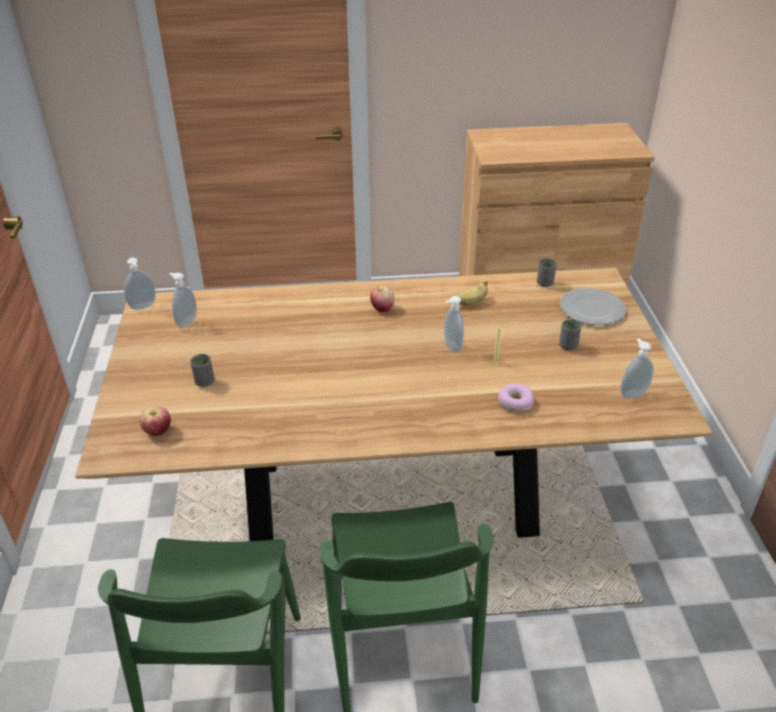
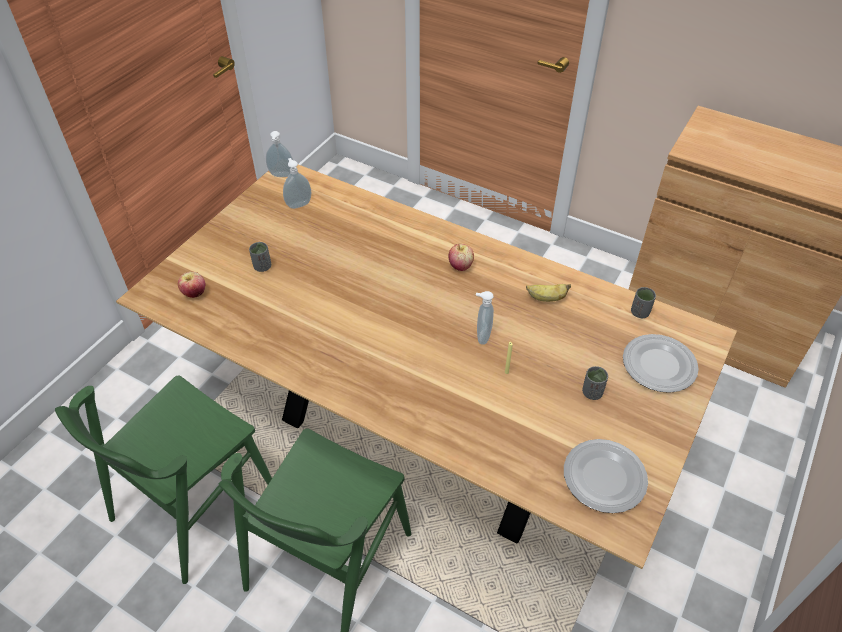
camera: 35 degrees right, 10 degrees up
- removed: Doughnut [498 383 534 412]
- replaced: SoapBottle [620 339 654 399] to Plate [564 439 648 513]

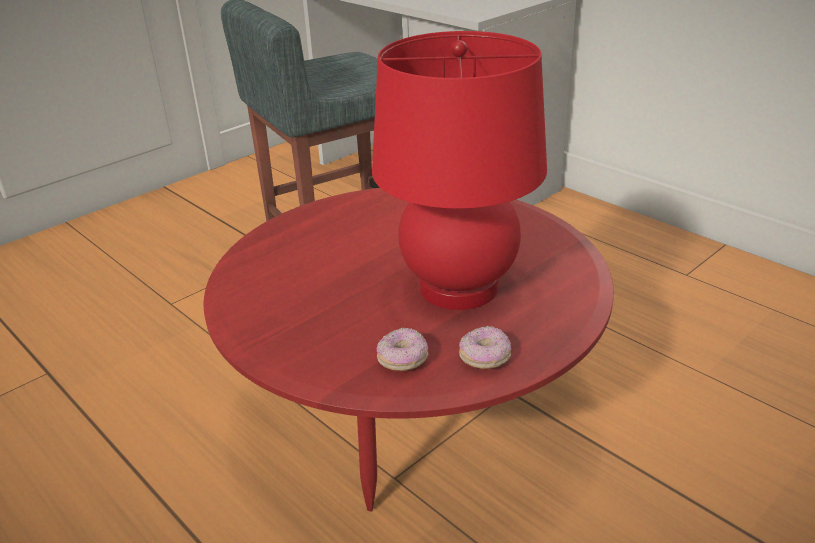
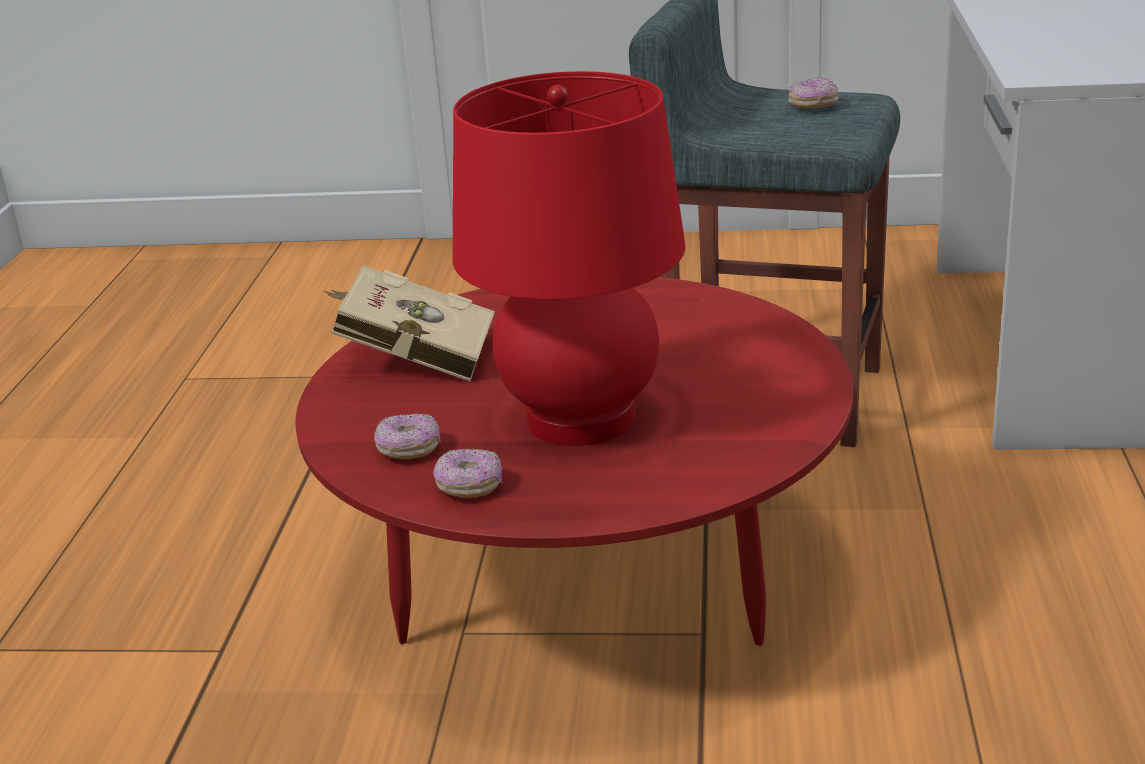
camera: 50 degrees right, 5 degrees down
- added: BeigeVolume [324 265 495 381]
- added: Doughnut [789 77 838 109]

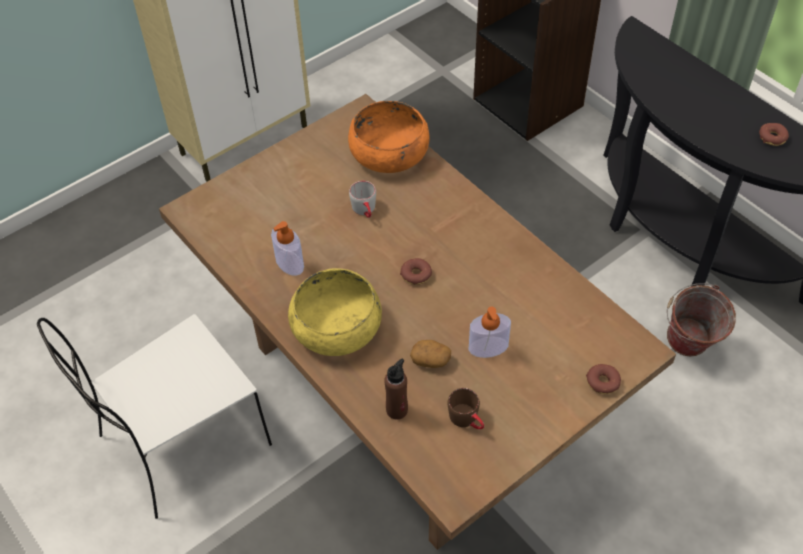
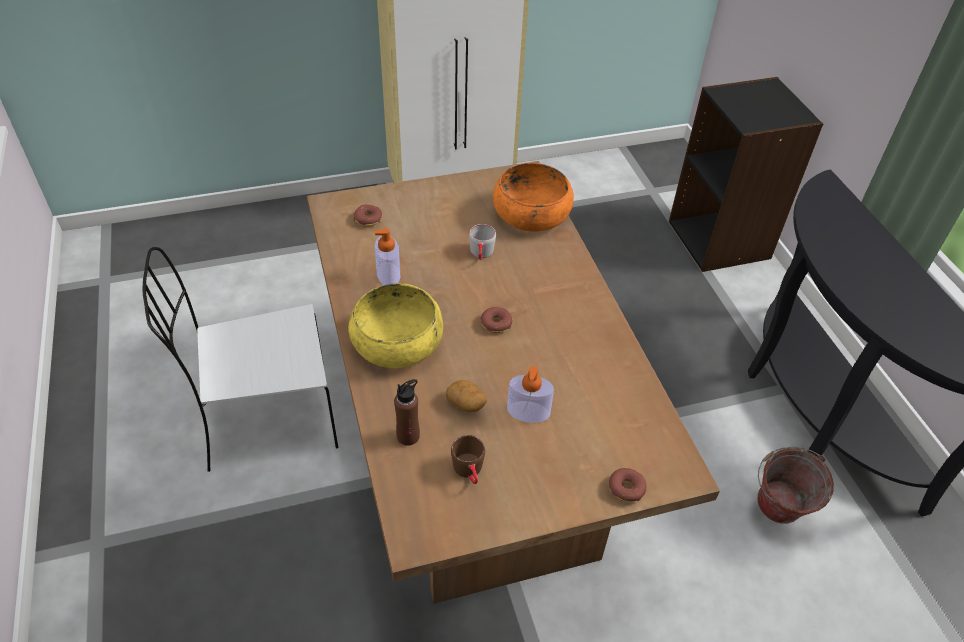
camera: 20 degrees right, 5 degrees down
- moved: Doughnut [759 123 789 146] to [354 204 382 227]

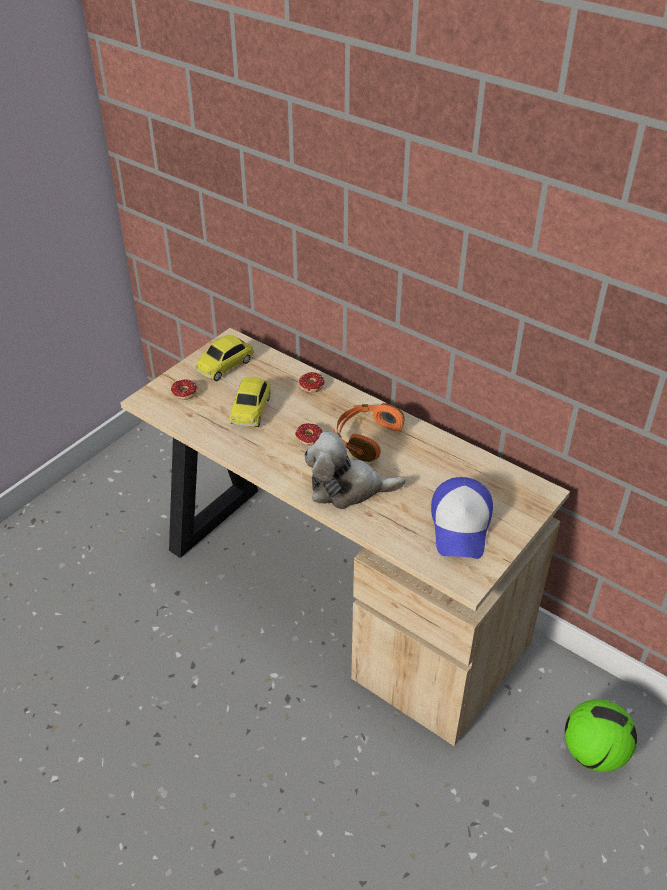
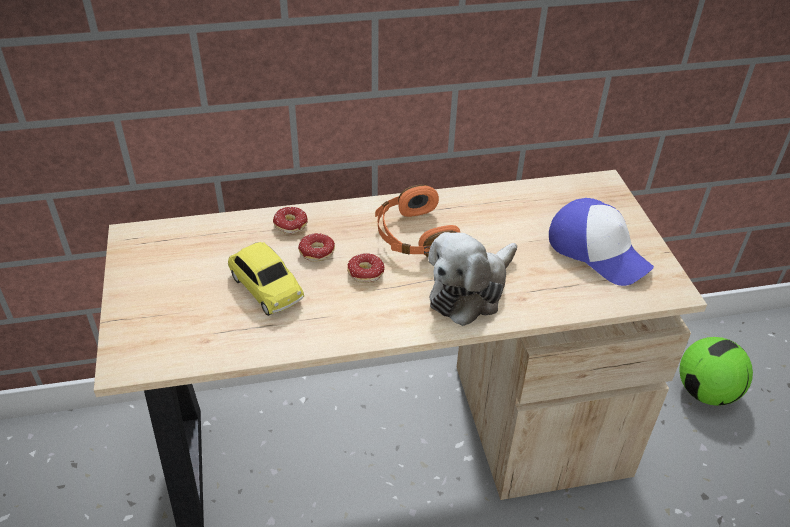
camera: 50 degrees left, 0 degrees up
- moved: Doughnut [171 379 197 400] to [298 233 335 262]
- removed: MiniatureCar [195 335 254 381]

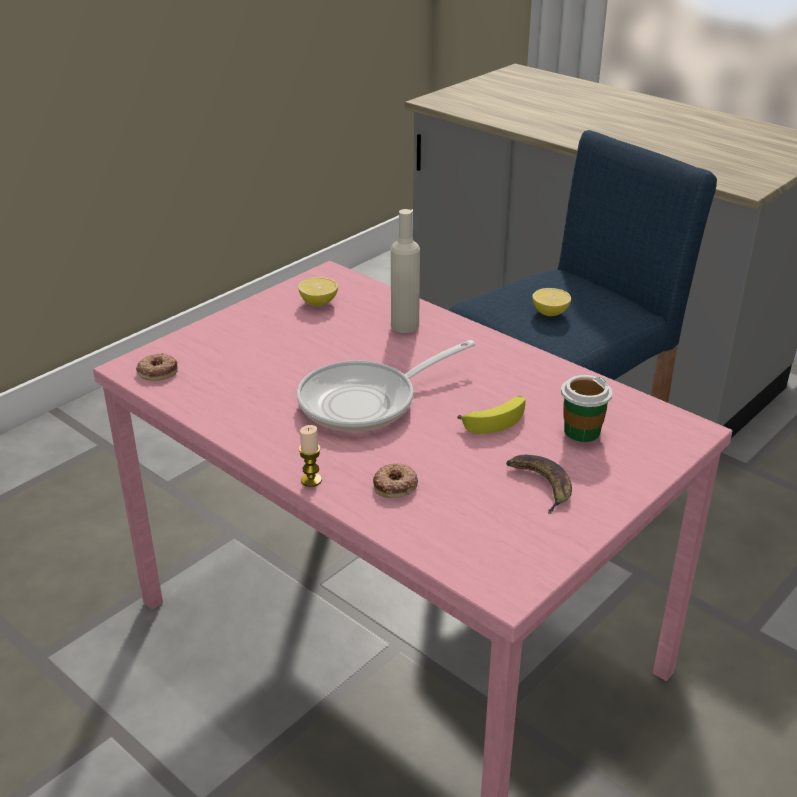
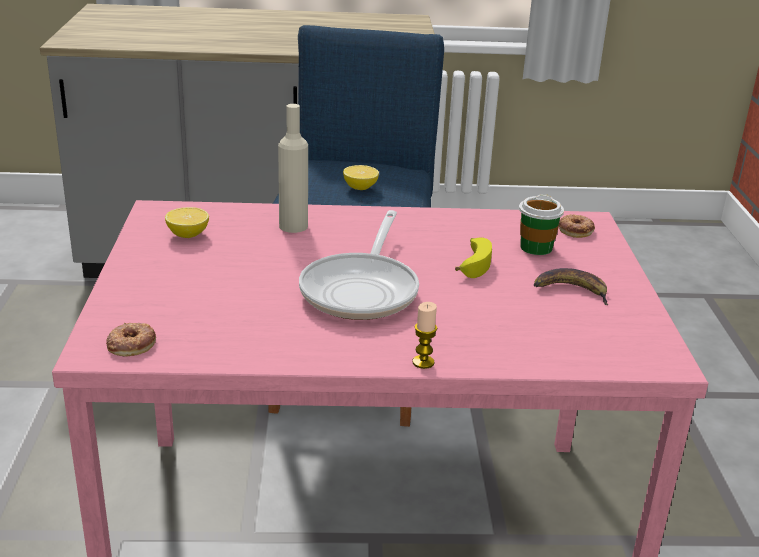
camera: 45 degrees left, 5 degrees down
- moved: Doughnut [373 463 418 498] to [559 214 595 238]

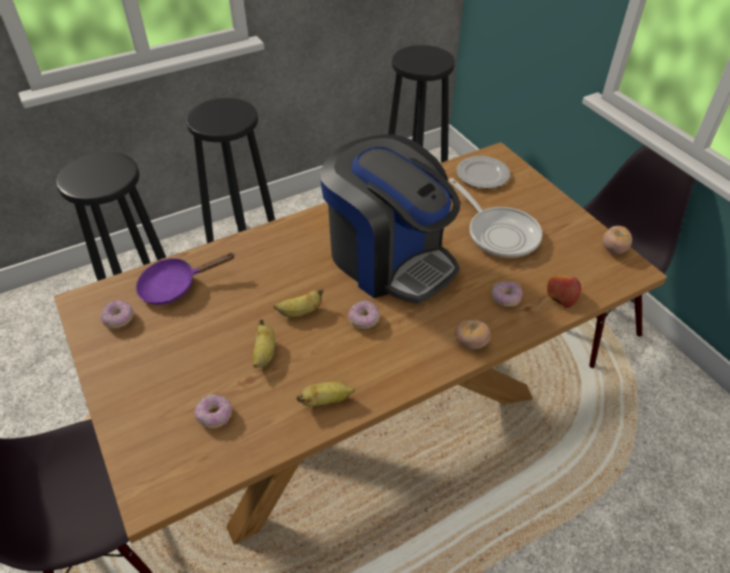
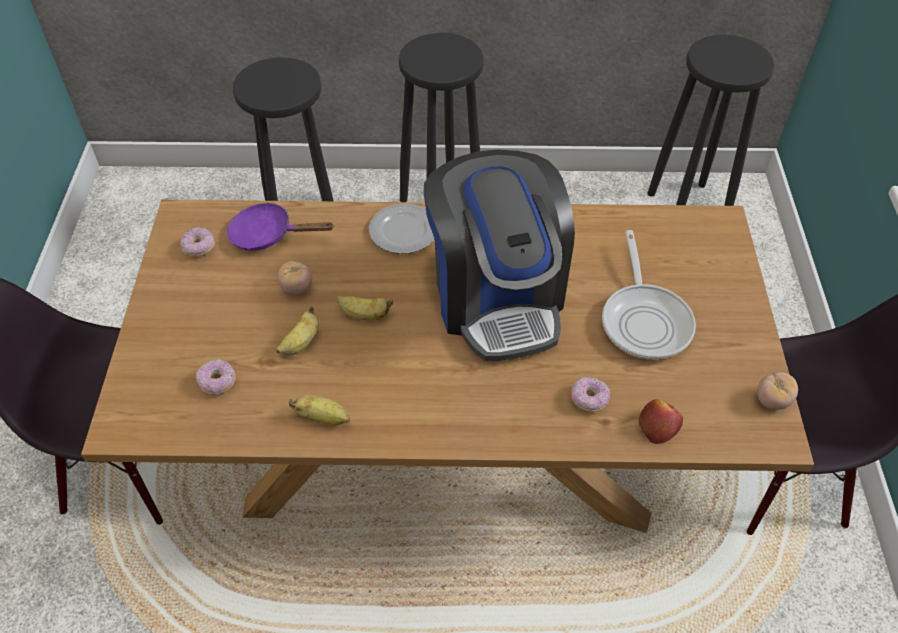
camera: 30 degrees right, 5 degrees up
- removed: Doughnut [348 300 380 329]
- moved: WholeTomato [455 320 491 349] to [278 261 312 294]
- moved: Plate [456 156 510 189] to [369 203 434 254]

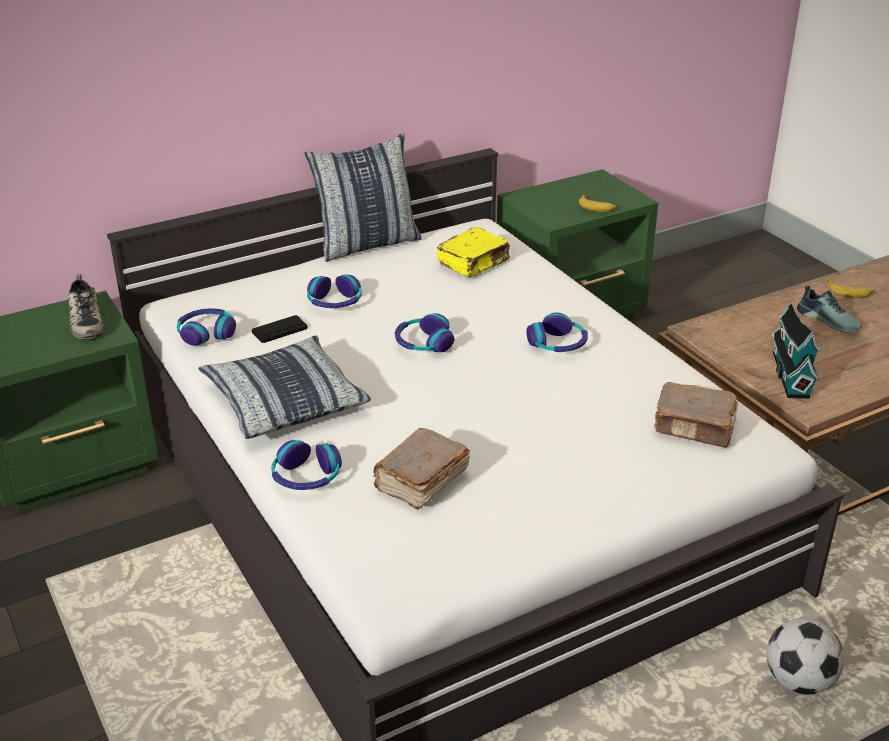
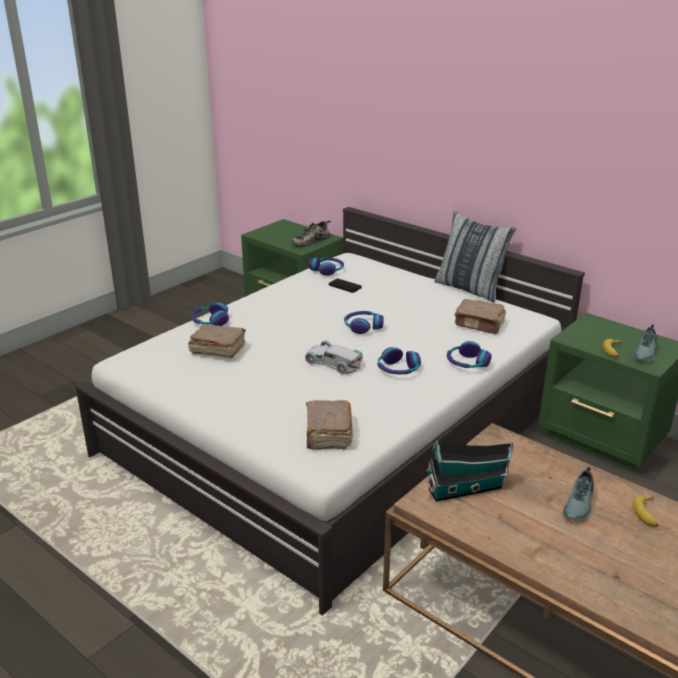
camera: 70 degrees right, 5 degrees down
- removed: Pillow [198 335 371 439]
- moved: Headset [307 274 362 308] to [447 341 491 368]
- recoloured: YellowVolume [437 227 510 277] to BrownVolume [455 299 506 334]
- removed: BallForFootball [767 618 844 695]
- added: WhitishMiniatureCar [305 341 363 374]
- added: ItemOfFootwear [633 324 657 361]

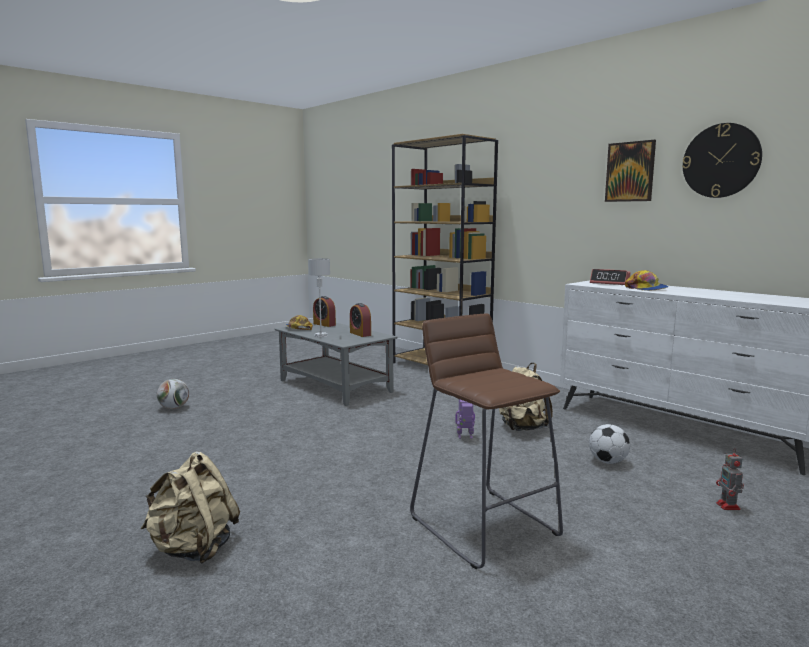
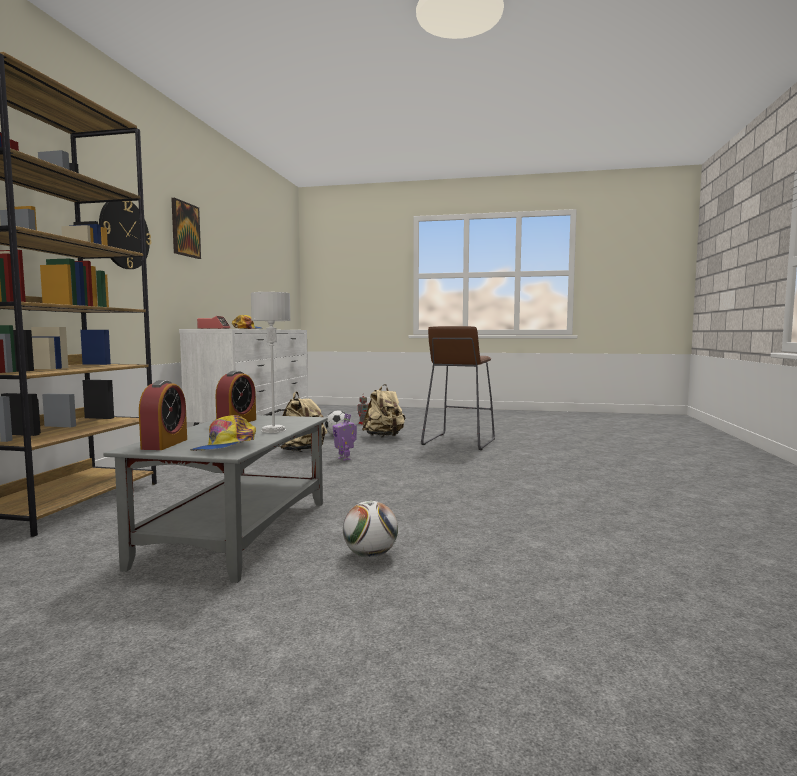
camera: 125 degrees left, 5 degrees down
- moved: BeigeKnapsack [141 451 240 564] to [362 384 405 437]
- moved: BallForFootball [157 379 189 409] to [343 501 398 558]
- moved: WallClock [682 123 762 198] to [99 201 151 269]

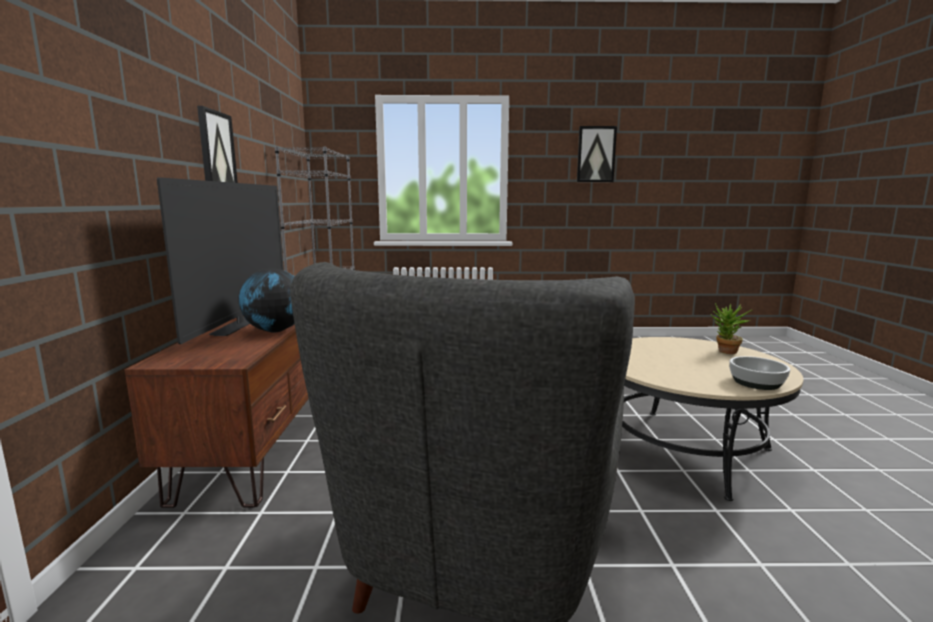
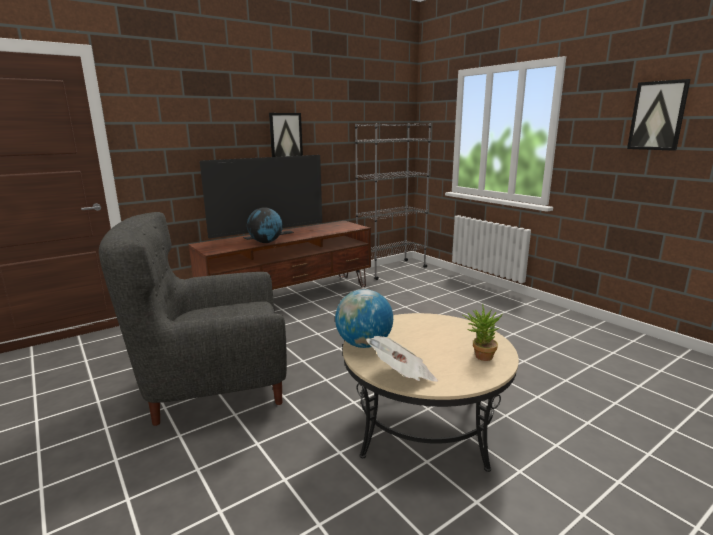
camera: 55 degrees right, 5 degrees up
- replaced: DeepDish [729 356 790 390] to PrintedPaper [366 336 439 382]
- added: Globe [335 289 393 348]

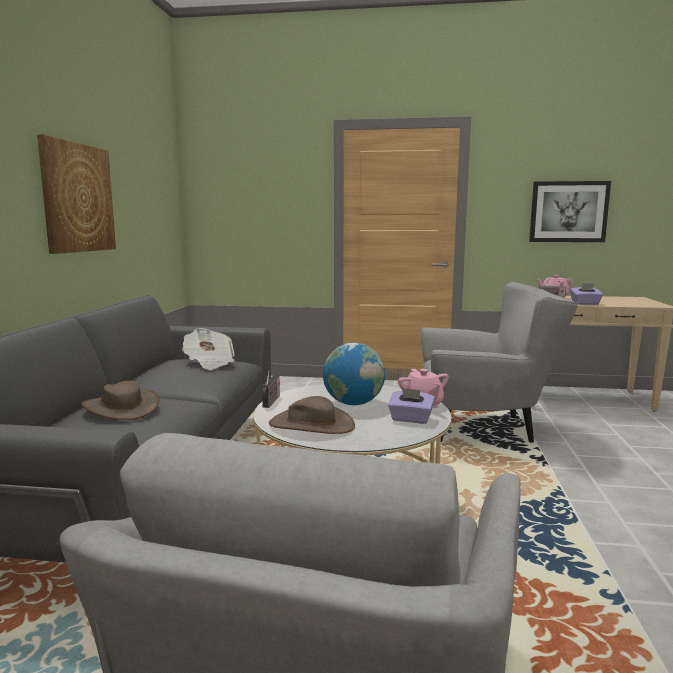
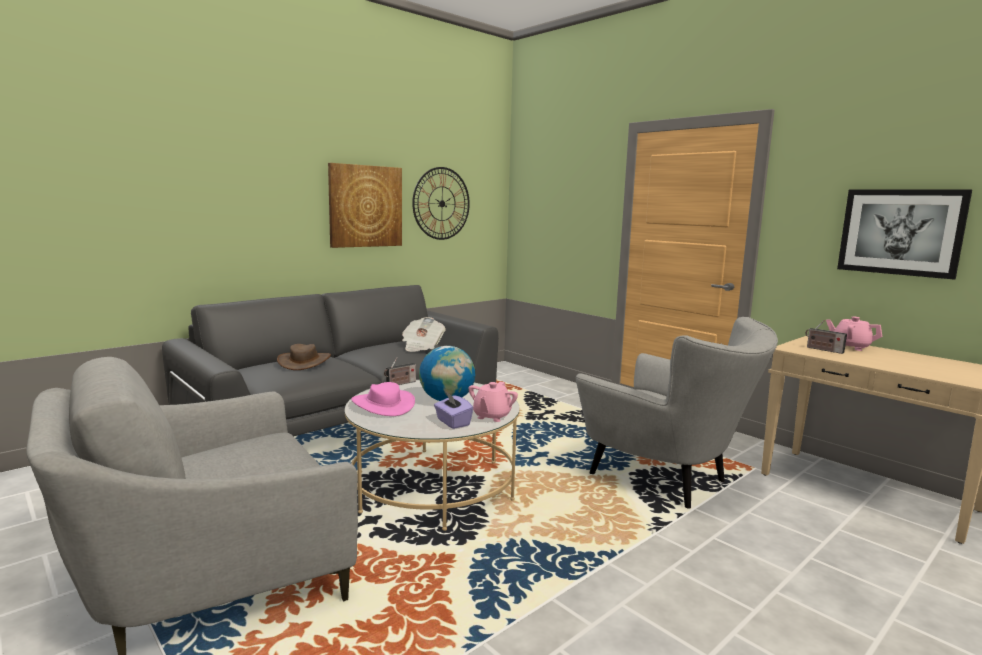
camera: 40 degrees right, 0 degrees up
- recoloured: BrownHat [269 396 355 434] to PinkColouredHat [351 382 415 416]
- removed: PurpleTissueBox [570 283 603 305]
- added: WallClock [412 167 470 240]

